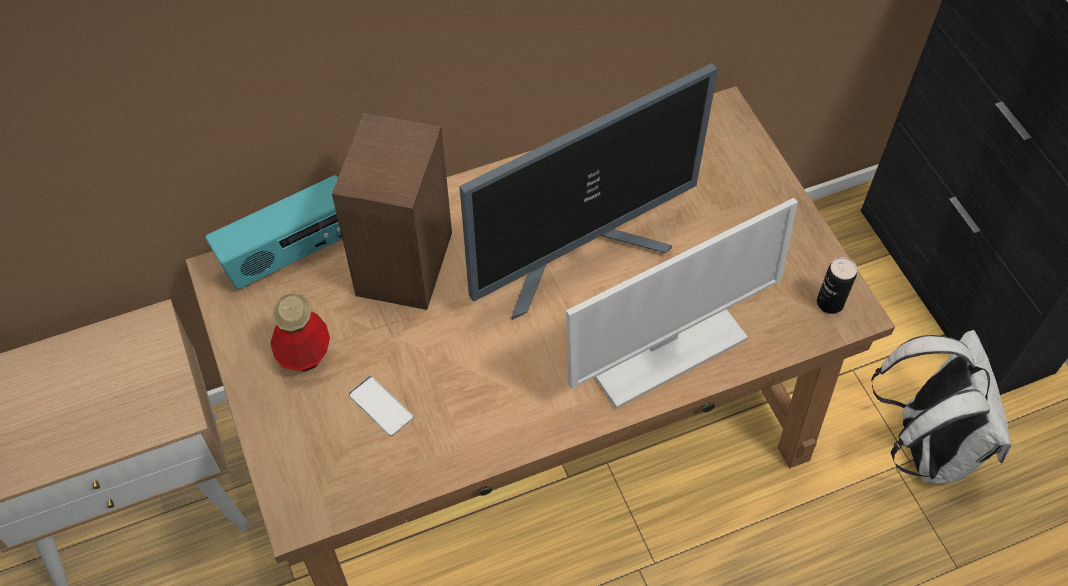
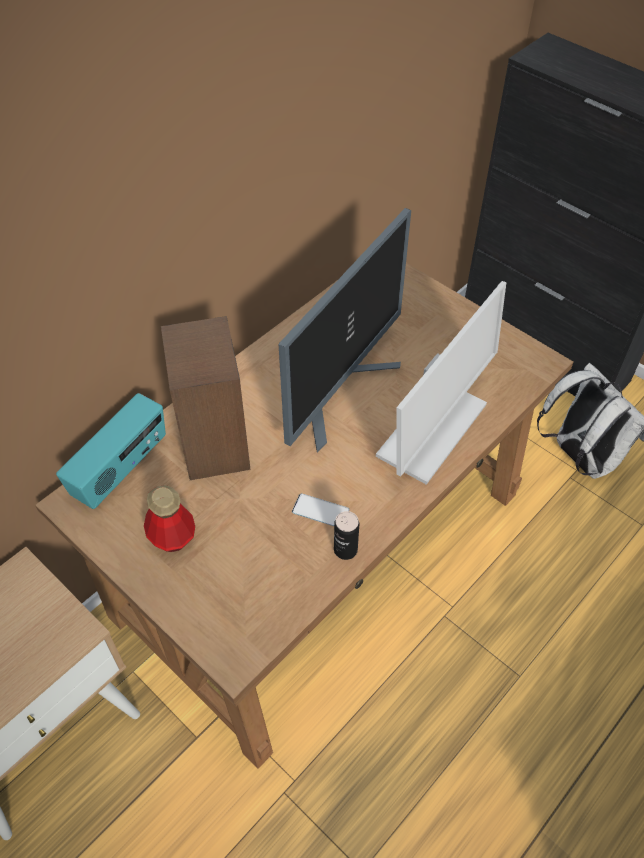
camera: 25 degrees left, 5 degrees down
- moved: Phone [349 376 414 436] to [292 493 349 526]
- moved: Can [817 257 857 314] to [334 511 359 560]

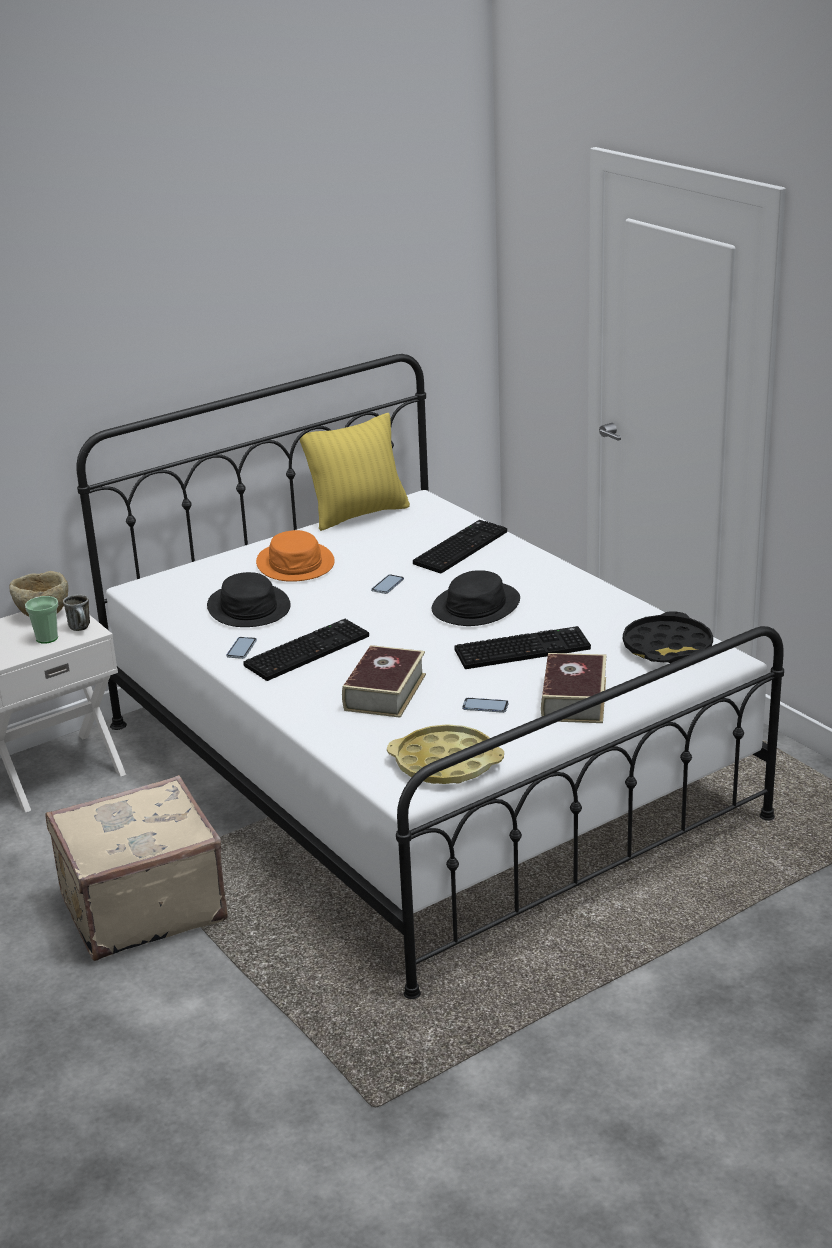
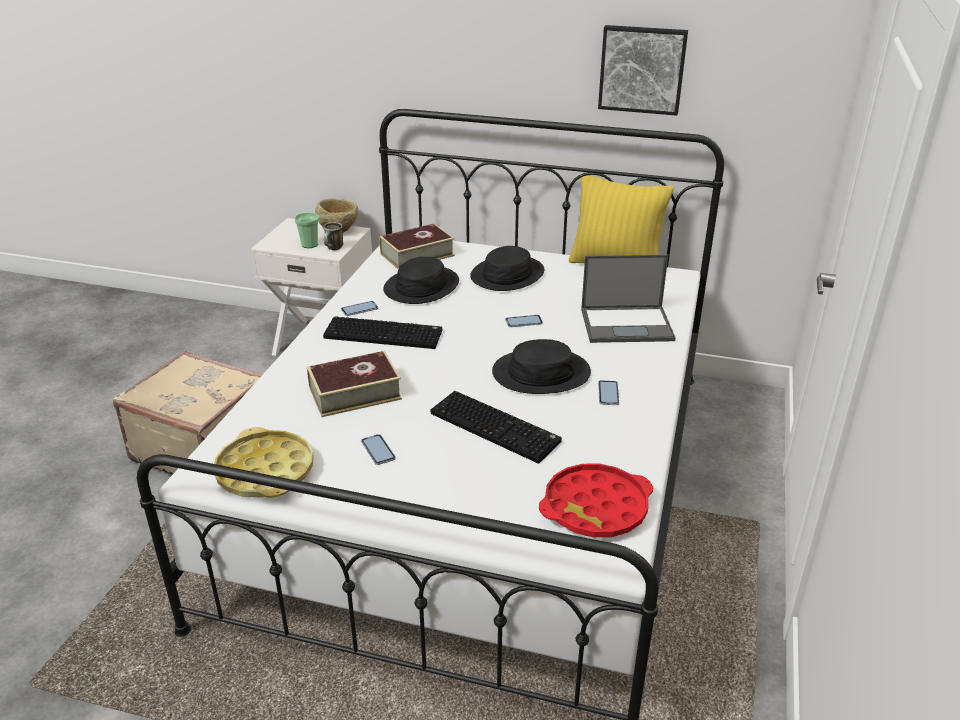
camera: 50 degrees right, 5 degrees up
- recoloured: OrangeHat [256 530 335 582] to BlackishHat [470 246 544 291]
- replaced: PcKeyboard [413 520 507 574] to NotebookComputer [581 255 676 343]
- moved: Volume [541 653 606 723] to [379 223 455 269]
- recoloured: BlackishCarryingTray [623 611 713 663] to RedColouredCarryingTray [539 464 653 537]
- added: WallArt [598 25 688 116]
- added: Phone [598 380 619 405]

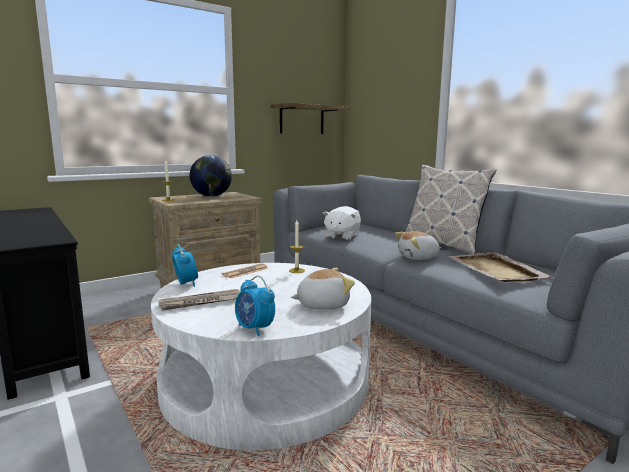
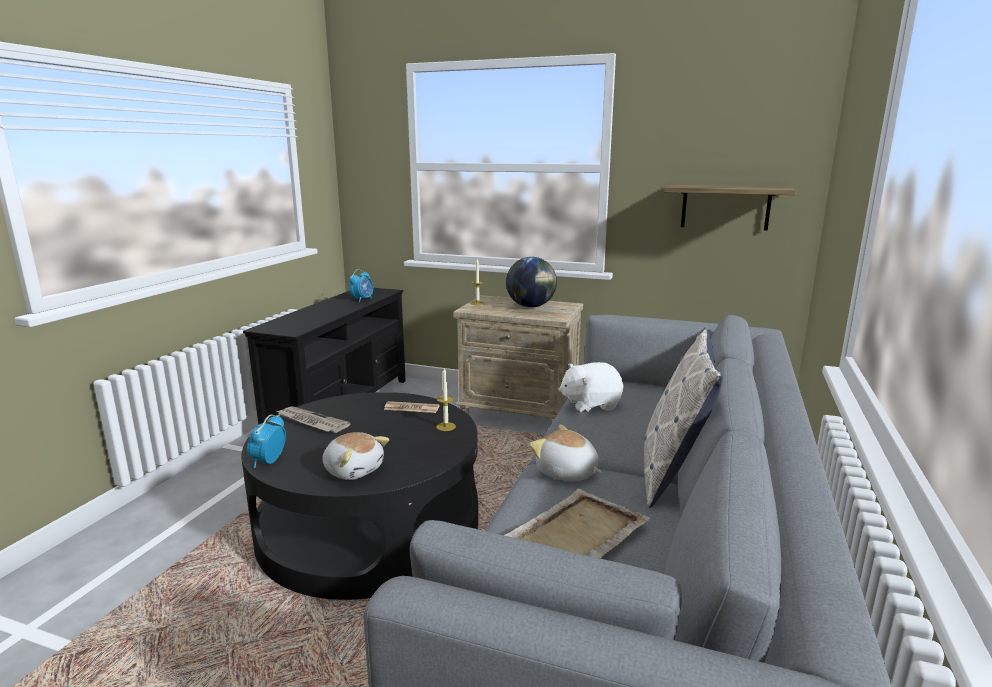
camera: 55 degrees right, 5 degrees up
- recoloured: WhitishCoffeeTable [151 263 372 450] to BlackishCoffeeTable [241 392 478 600]
- moved: BedsideClock [172 244 198 287] to [349 269 373 302]

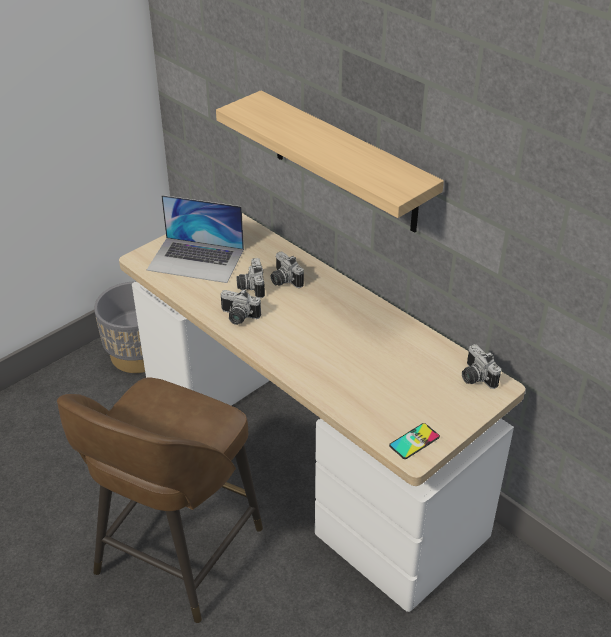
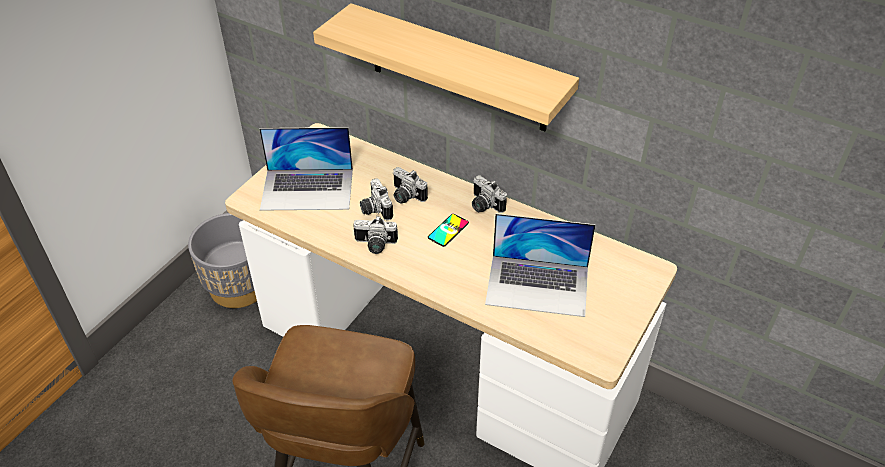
camera: 15 degrees left, 5 degrees up
- moved: Phone [389 423 440 459] to [428 214 469 247]
- moved: PhotoCamera [462 344 501 389] to [472 175 507 213]
- added: NotebookComputer [485 214 596 317]

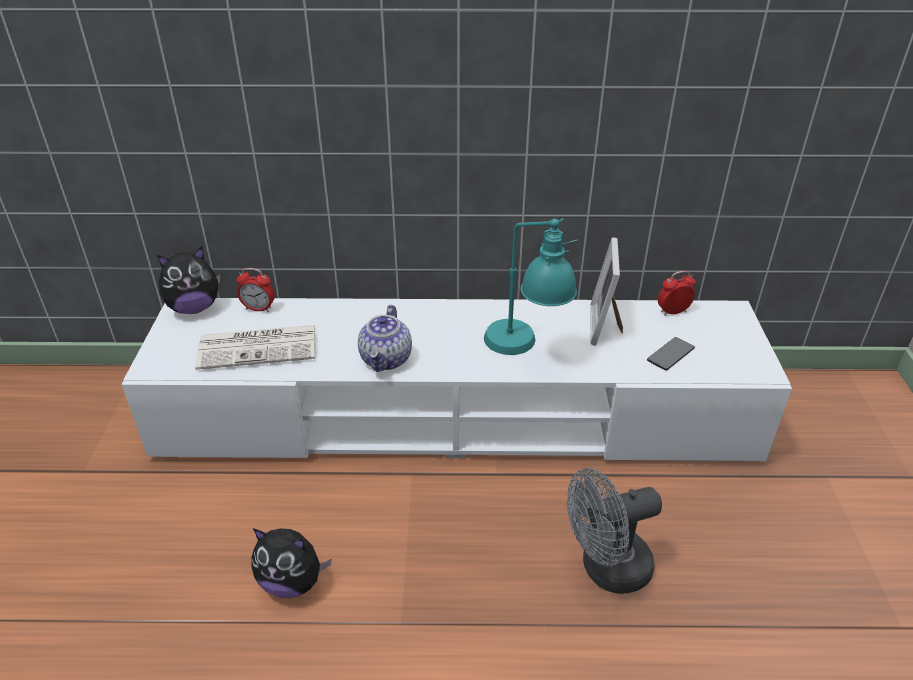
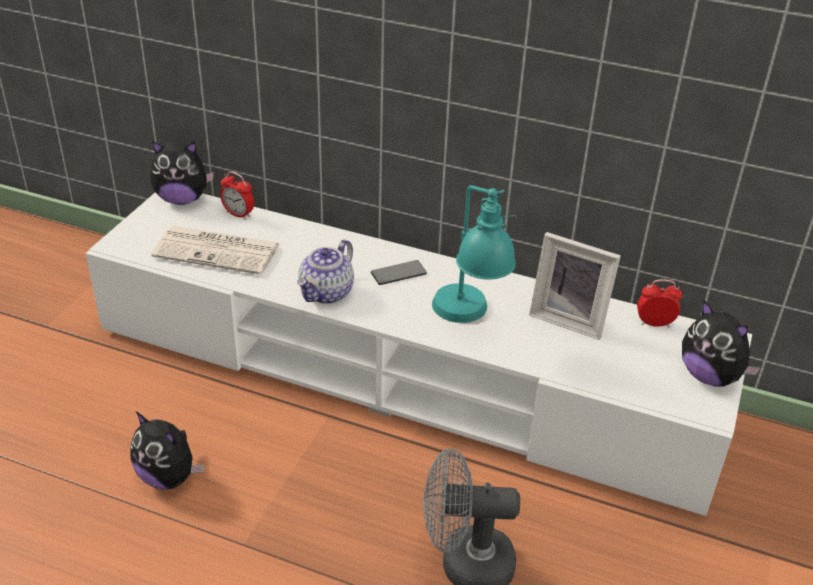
camera: 20 degrees right, 0 degrees up
- turned: PhotoFrame [590 237 623 346] = [529 232 621 340] 90 degrees counterclockwise
- moved: Phone [647 337 695 370] to [371 260 427 285]
- added: SoftToy [682 300 761 387]

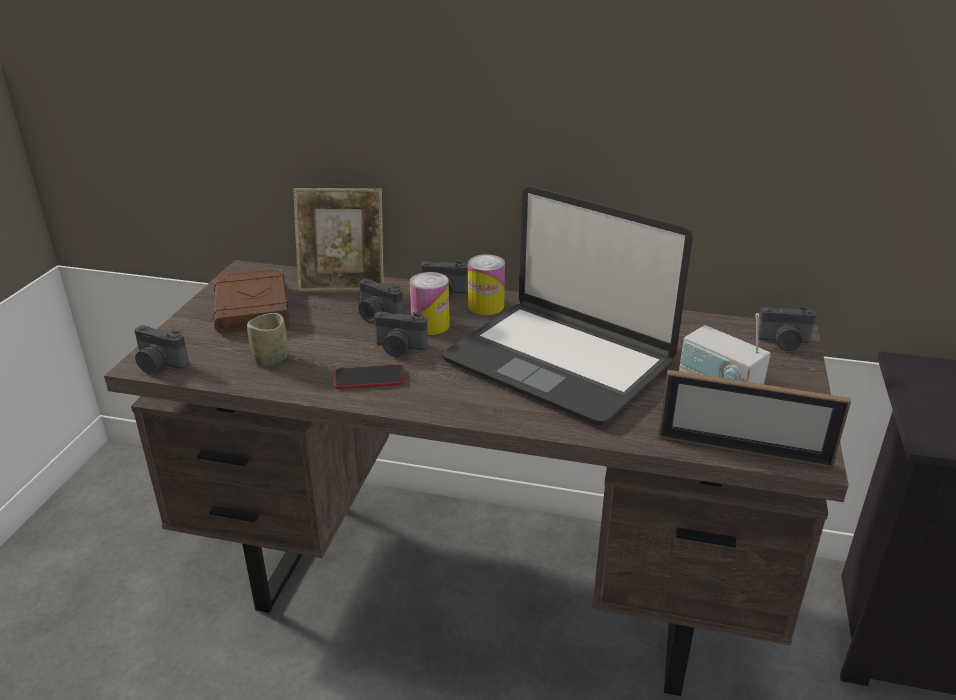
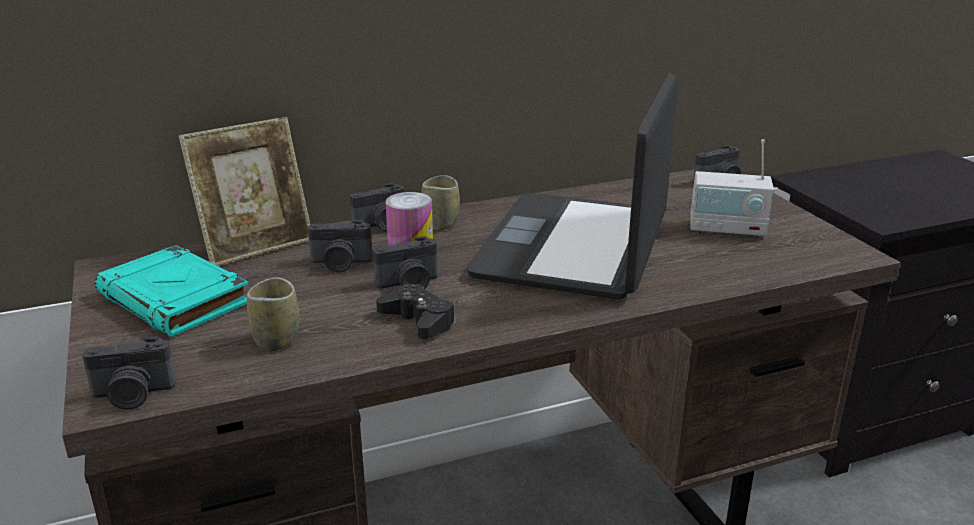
camera: 35 degrees left, 5 degrees down
- recoloured: BrownVolume [213 268 289 334] to BlueGreenVolume [94 245 248 337]
- replaced: Phone [334 364 405 389] to BlackishGameController [376 284 456 339]
- turned: NotebookComputer [442 186 693 425] = [467 73 678 300] 105 degrees clockwise
- replaced: Can [468 254 505 315] to DrinkingCup [421 175 460 231]
- removed: PhotoFrame [658 370 851 468]

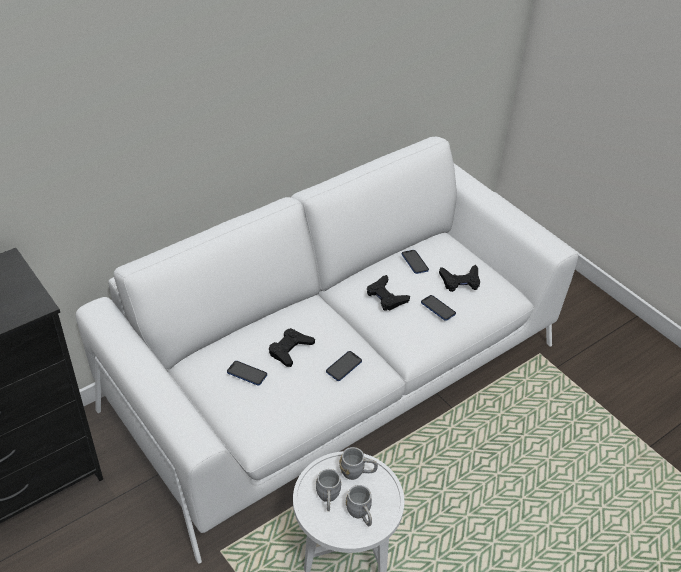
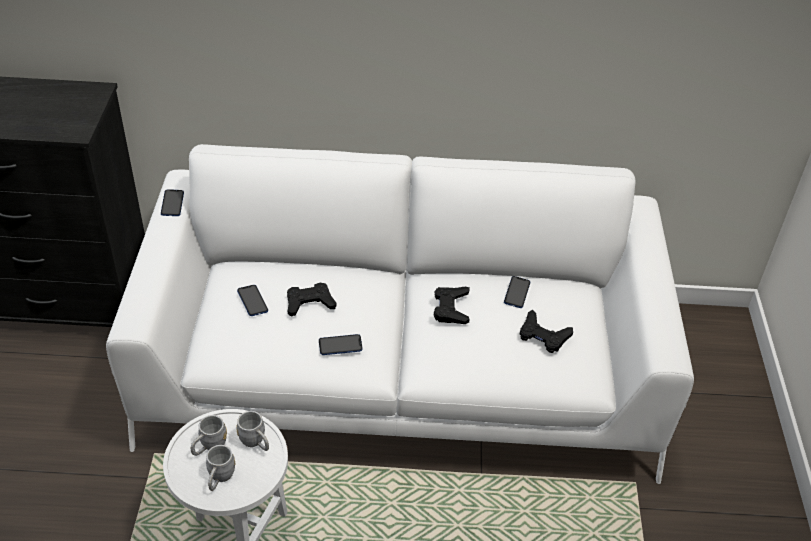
camera: 40 degrees right, 0 degrees up
- moved: Phone [421 295 456 321] to [161 189 184 216]

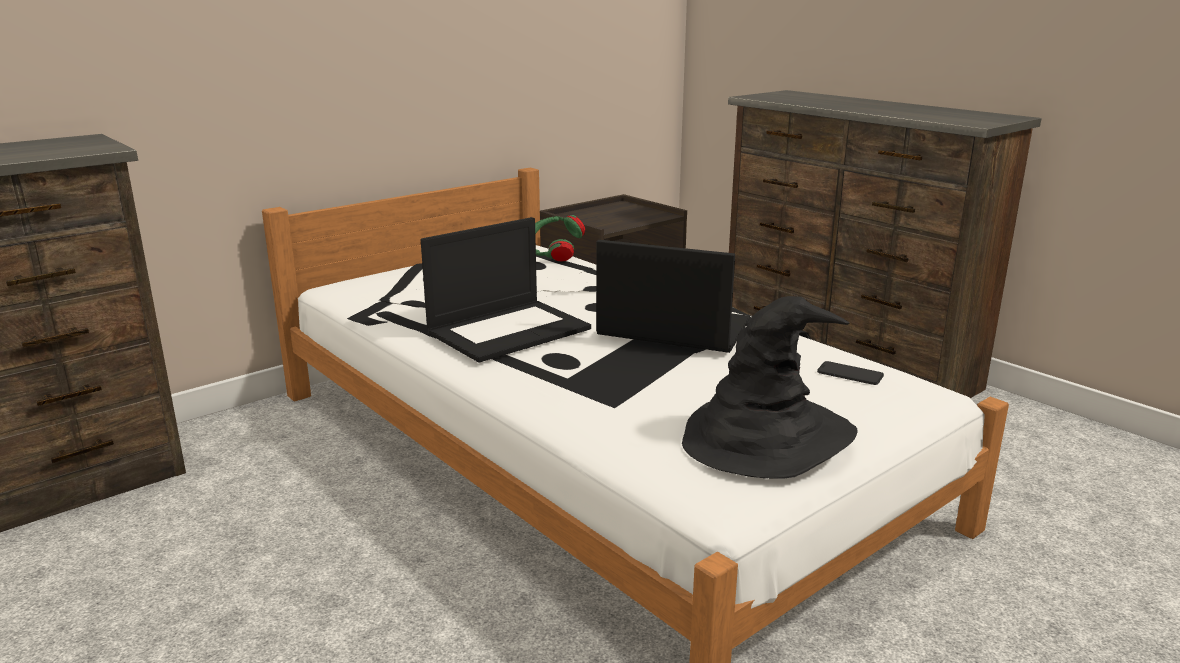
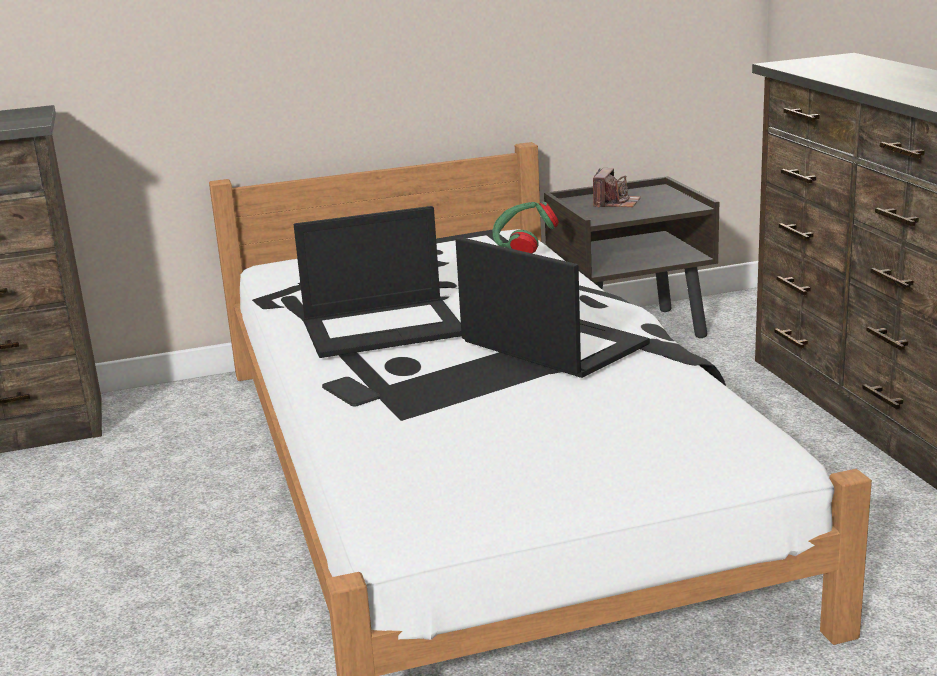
camera: 25 degrees right, 0 degrees up
- removed: BlackishHat [682 296 857 479]
- moved: Phone [817 361 884 385] to [322 377 380 407]
- added: PhotoCamera [593 168 641 207]

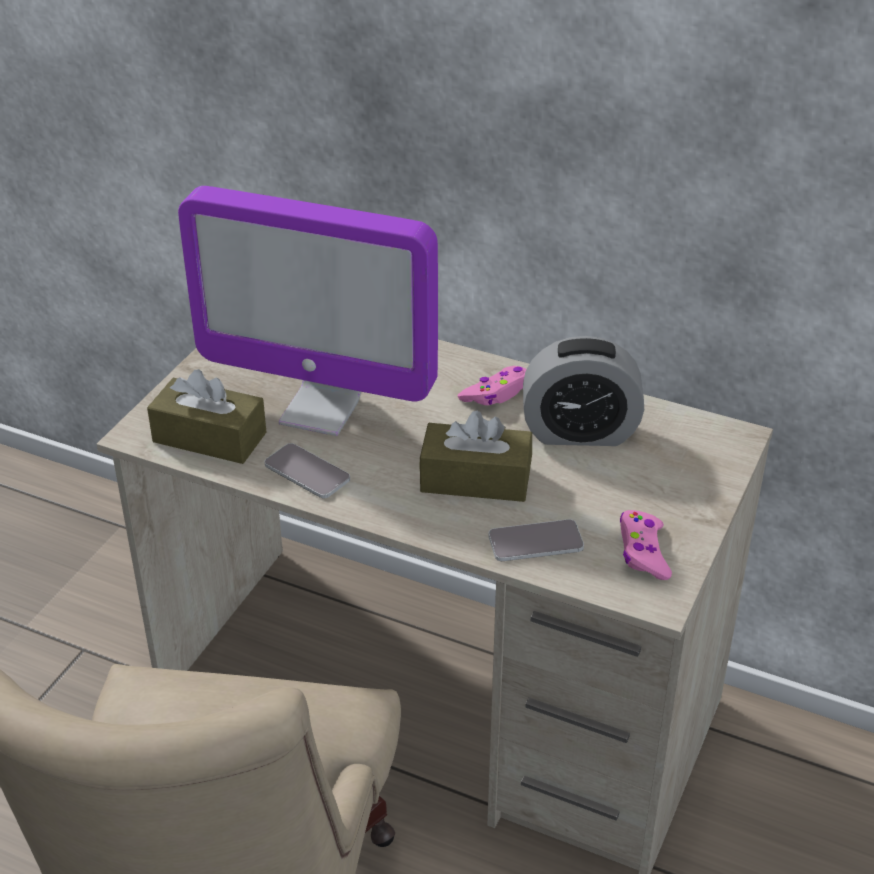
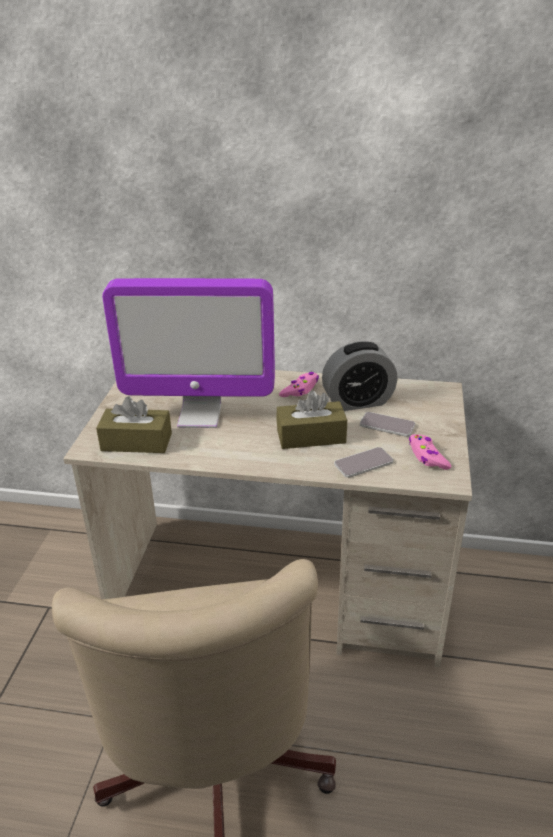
camera: 15 degrees left, 5 degrees down
- moved: Phone [264 443 350 498] to [360 412 415 437]

